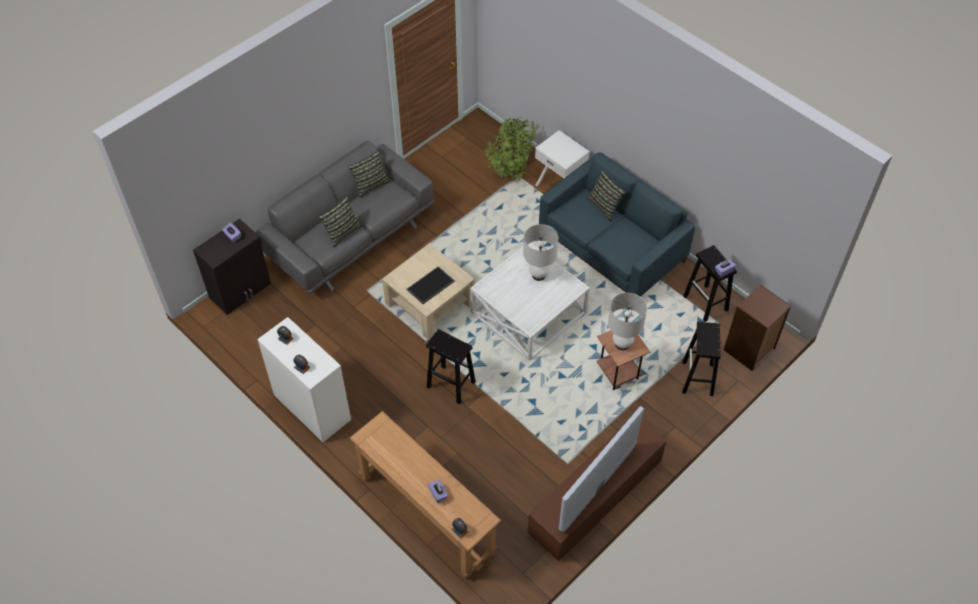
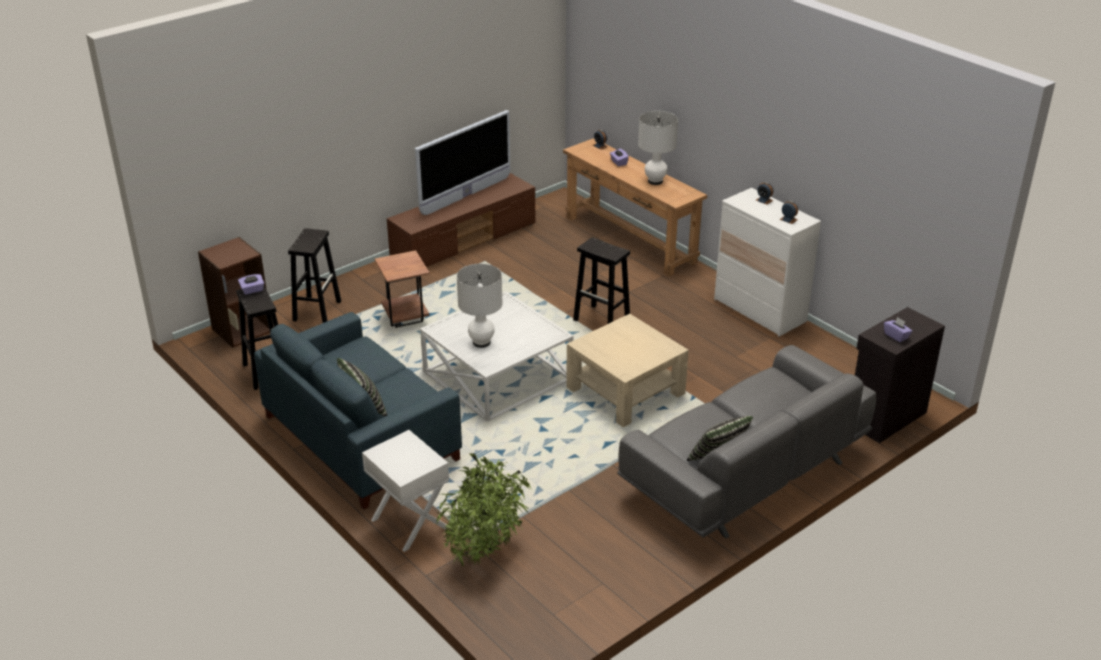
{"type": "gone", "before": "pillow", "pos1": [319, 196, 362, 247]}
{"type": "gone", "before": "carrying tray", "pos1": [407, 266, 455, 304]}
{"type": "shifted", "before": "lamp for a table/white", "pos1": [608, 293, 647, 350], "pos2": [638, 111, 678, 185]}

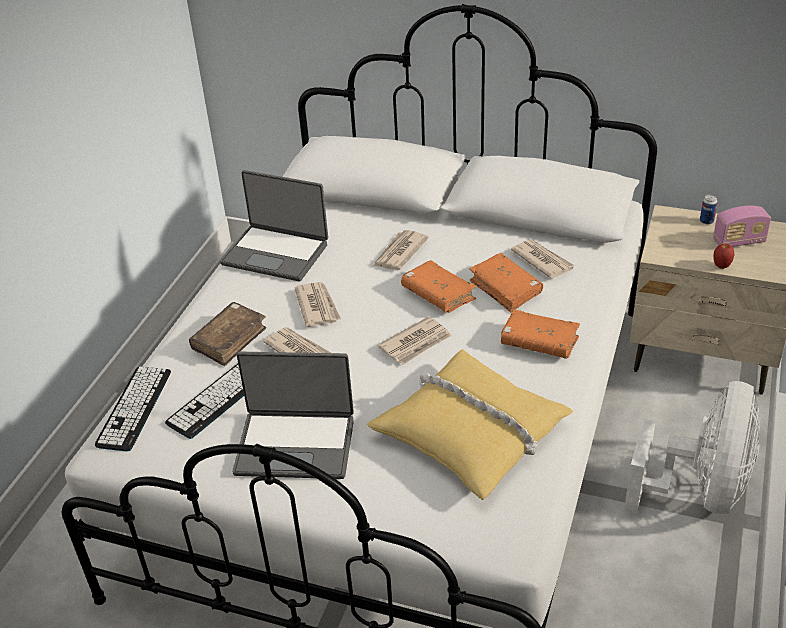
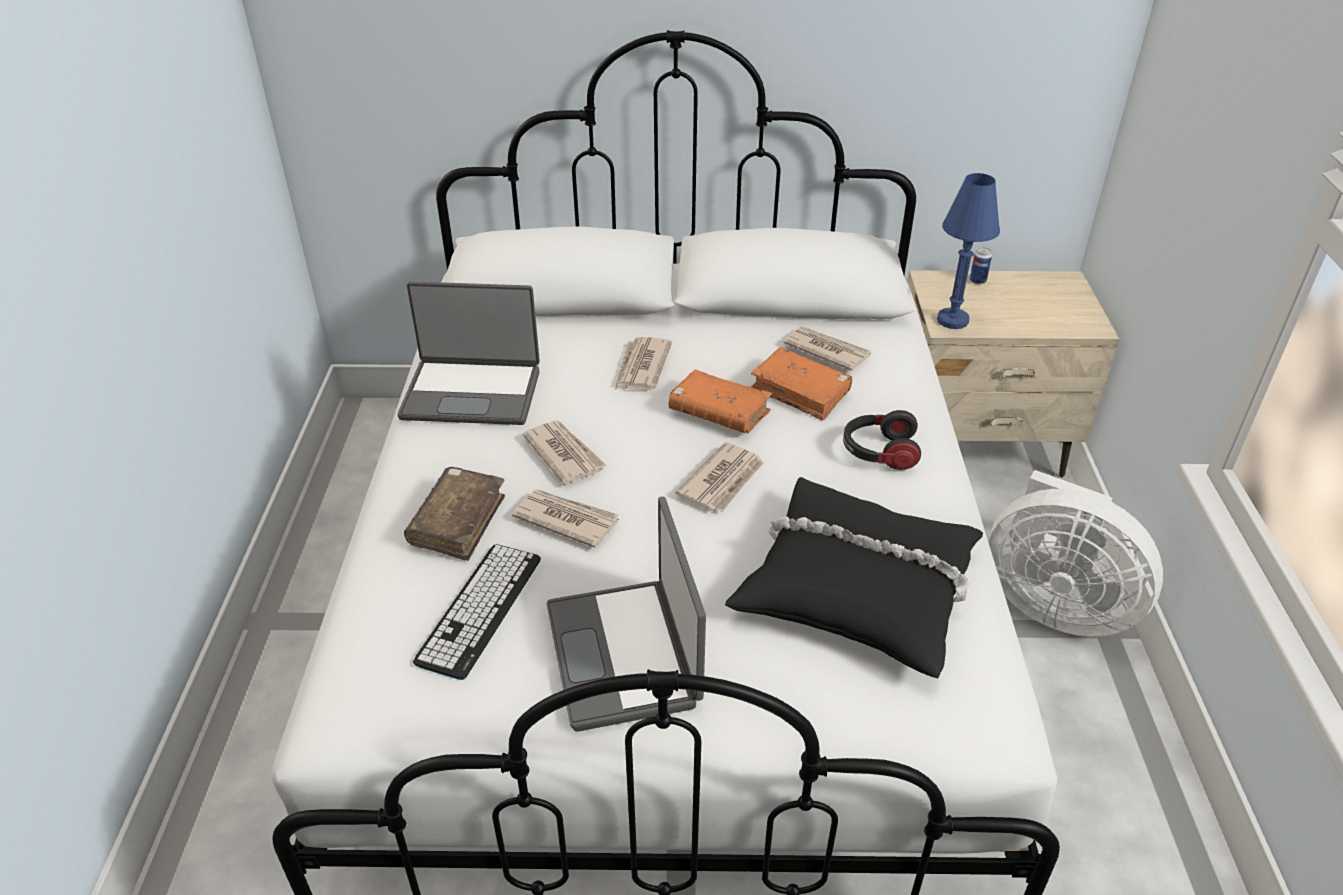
{"type": "gone", "before": "radio receiver", "pos1": [713, 206, 771, 247]}
{"type": "gone", "before": "apple fruit", "pos1": [713, 244, 734, 269]}
{"type": "swapped", "before": "bound book/orangey", "after": "headphones", "pos1": [501, 309, 580, 359], "pos2": [843, 410, 921, 470]}
{"type": "repainted", "before": "pillow/yellow-coloured", "after": "pillow/black-coloured", "pos1": [367, 350, 573, 500], "pos2": [725, 477, 983, 678]}
{"type": "rotated", "before": "portable computer", "pos1": [232, 352, 354, 479], "pos2": [547, 497, 706, 732], "turn": 90}
{"type": "gone", "before": "PC keyboard", "pos1": [95, 367, 171, 452]}
{"type": "rotated", "before": "fan/white", "pos1": [624, 381, 760, 514], "pos2": [988, 470, 1163, 637], "turn": 120}
{"type": "new", "after": "lamp for a table/bluish", "pos2": [937, 173, 1000, 329]}

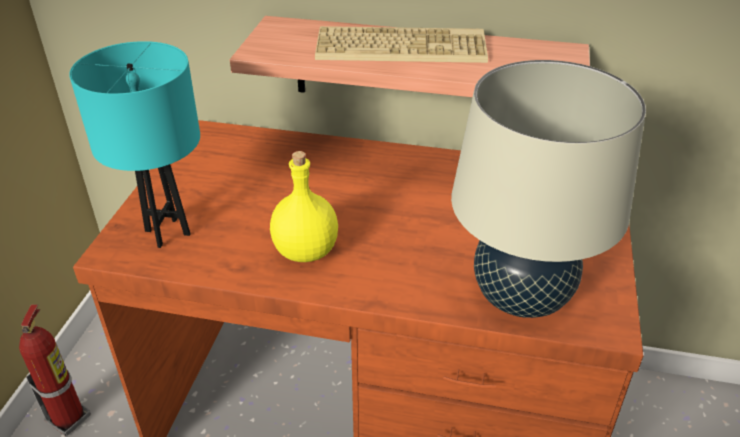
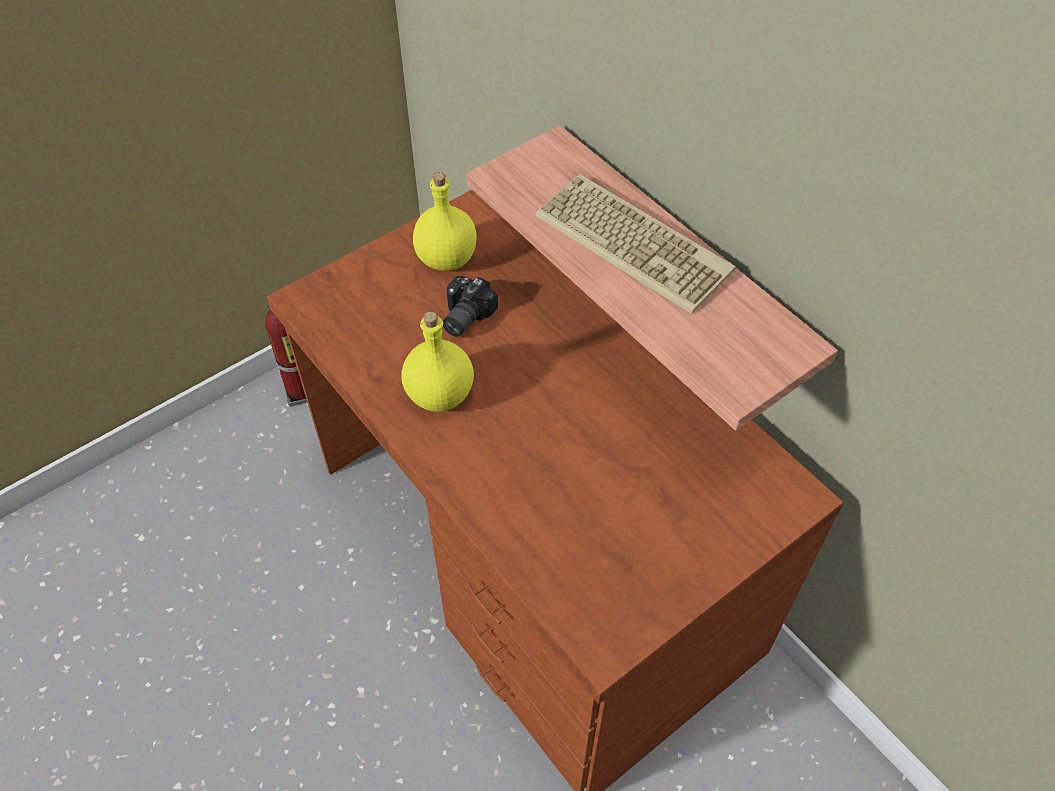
{"type": "gone", "before": "lamp for a table/turquoise", "pos1": [69, 41, 200, 248]}
{"type": "gone", "before": "lamp for a table/beige-coloured", "pos1": [451, 60, 646, 318]}
{"type": "new", "after": "bottle/yellow-coloured", "pos2": [413, 172, 477, 271]}
{"type": "new", "after": "still camera", "pos2": [443, 276, 498, 337]}

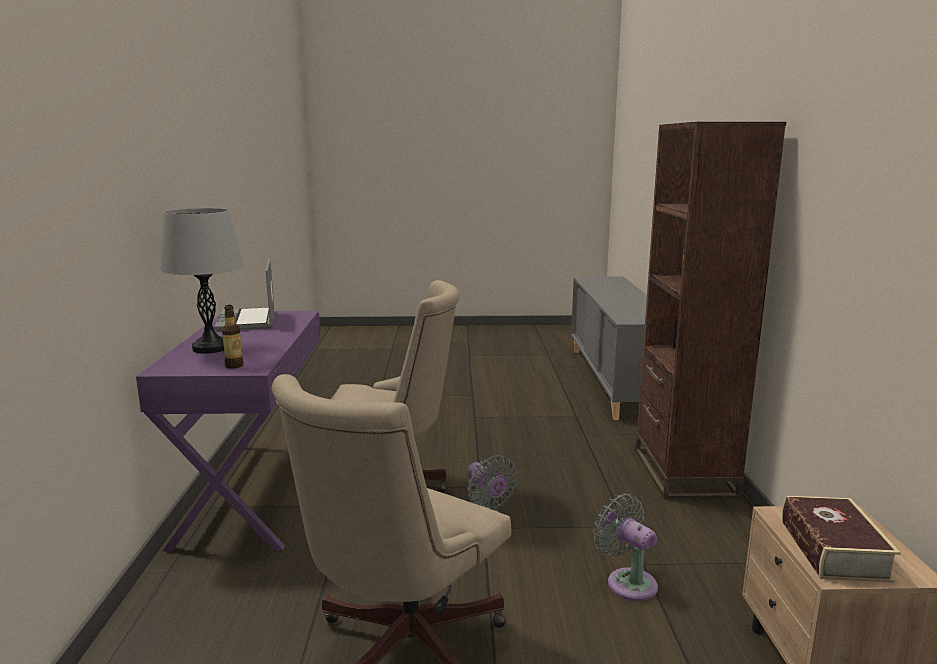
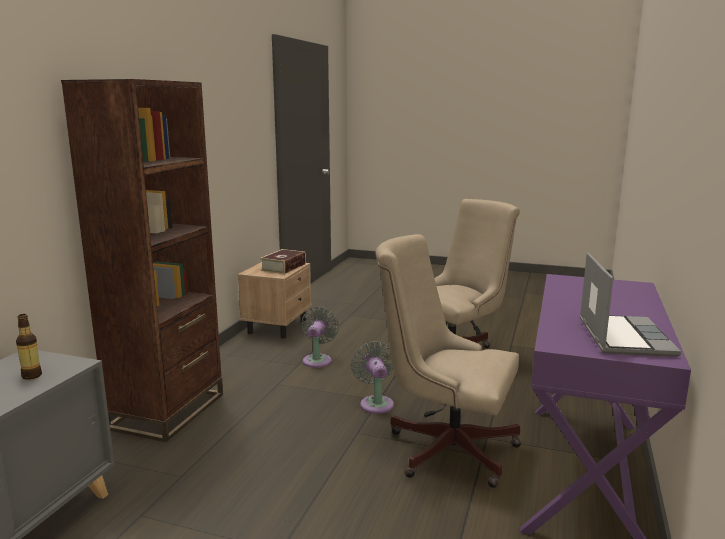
{"type": "gone", "before": "lamp for a table/gray", "pos1": [160, 208, 243, 354]}
{"type": "shifted", "before": "bottle", "pos1": [222, 305, 243, 369], "pos2": [16, 314, 42, 380]}
{"type": "rotated", "before": "fan/gray", "pos1": [593, 493, 658, 601], "pos2": [301, 307, 339, 368], "turn": -150}

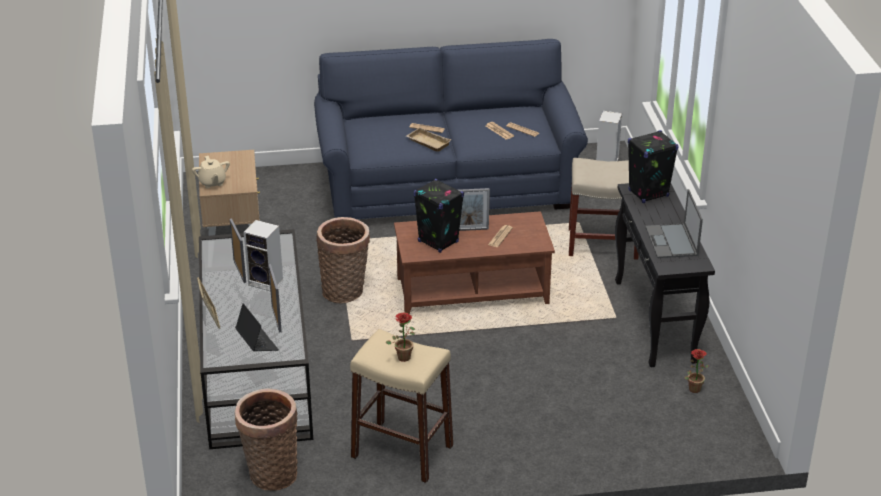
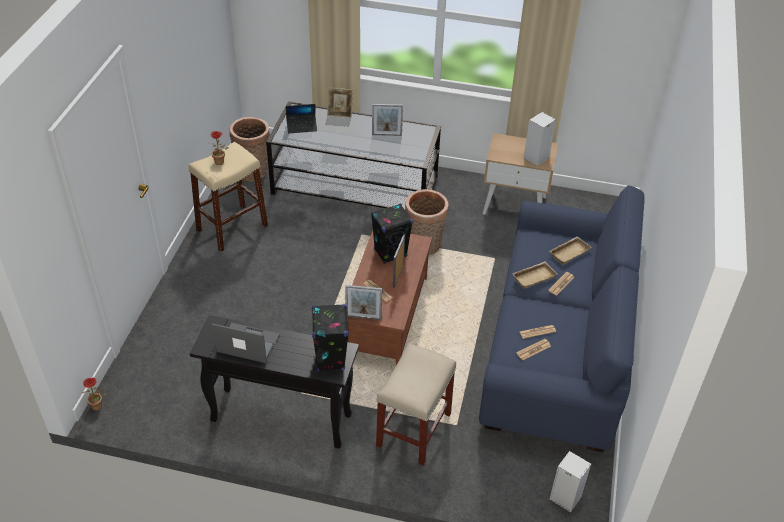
{"type": "gone", "before": "tea pot/beige-coloured", "pos1": [192, 156, 230, 189]}
{"type": "shifted", "before": "loudspeaker", "pos1": [244, 220, 283, 292], "pos2": [524, 112, 556, 166]}
{"type": "shifted", "before": "photo frame", "pos1": [268, 264, 282, 332], "pos2": [345, 285, 382, 320]}
{"type": "shifted", "before": "houseplant", "pos1": [685, 349, 708, 393], "pos2": [82, 377, 107, 411]}
{"type": "new", "after": "carrying tray/beige-coloured", "pos2": [550, 236, 592, 264]}

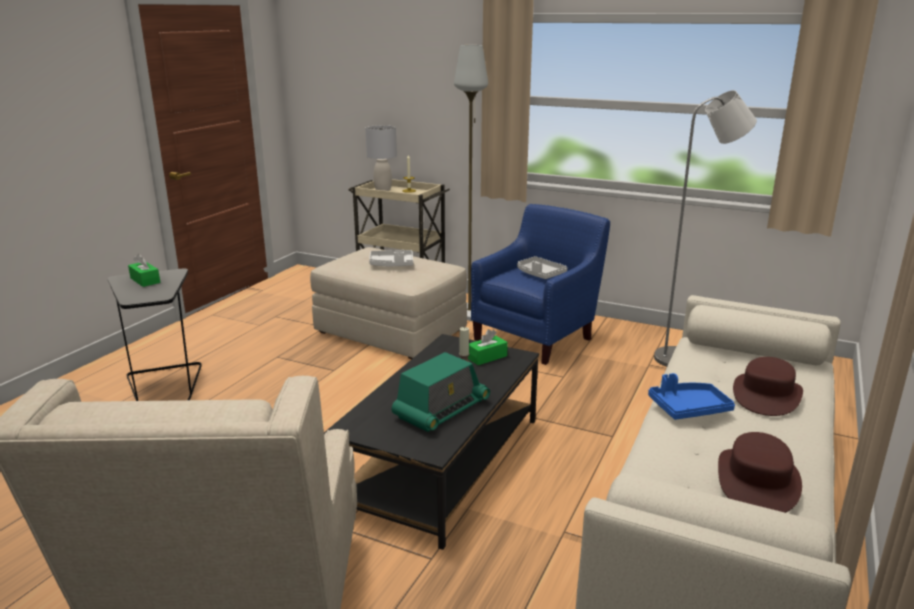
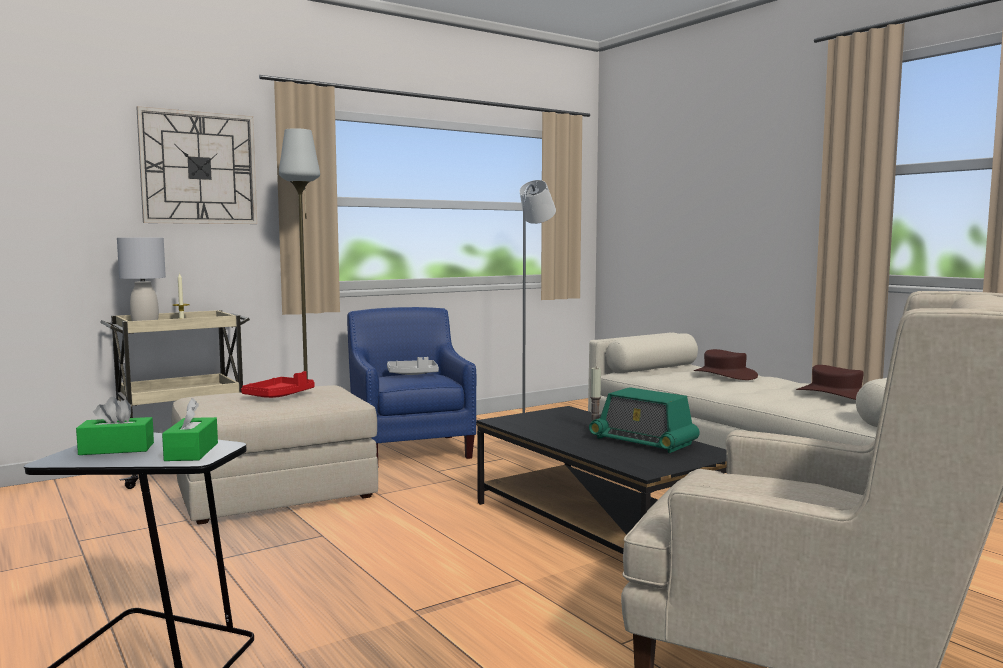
{"type": "repainted", "before": "carrying tray/white", "after": "carrying tray/red-coloured", "pos1": [369, 250, 413, 266], "pos2": [241, 371, 315, 398]}
{"type": "shifted", "before": "tissue holder/green-coloured", "pos1": [468, 329, 508, 365], "pos2": [162, 398, 218, 461]}
{"type": "rotated", "before": "radio receiver", "pos1": [392, 352, 490, 432], "pos2": [589, 387, 700, 453], "turn": 150}
{"type": "gone", "before": "carrying tray/bluish", "pos1": [648, 373, 735, 420]}
{"type": "new", "after": "hanging clock", "pos2": [136, 106, 257, 224]}

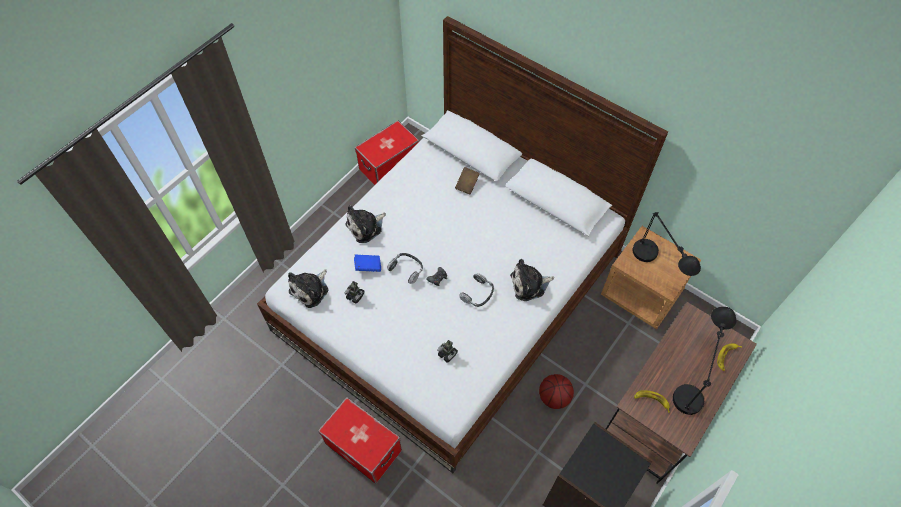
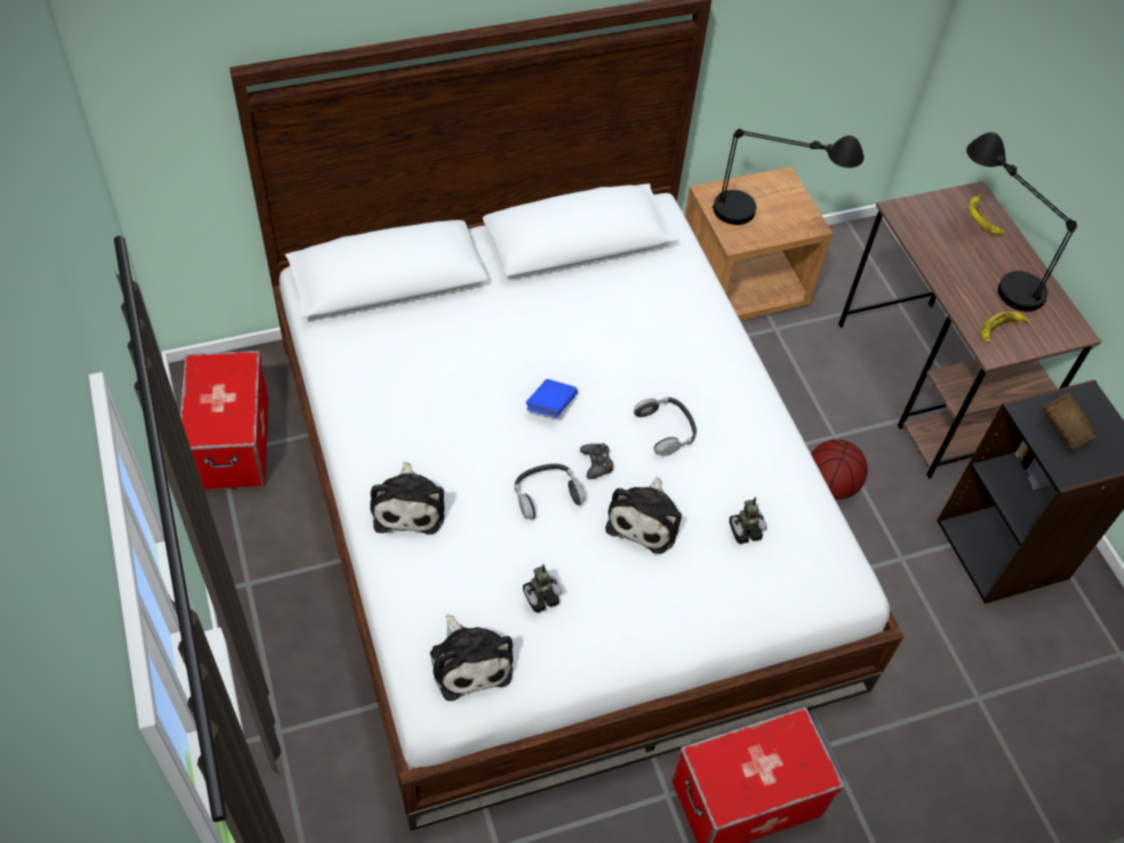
{"type": "shifted", "before": "bound book/brown-coloured", "pos1": [455, 167, 480, 194], "pos2": [1043, 393, 1098, 451]}
{"type": "shifted", "before": "bound book/bluish", "pos1": [354, 254, 381, 272], "pos2": [526, 379, 578, 417]}
{"type": "shifted", "before": "plush toy", "pos1": [510, 259, 554, 301], "pos2": [605, 477, 682, 554]}

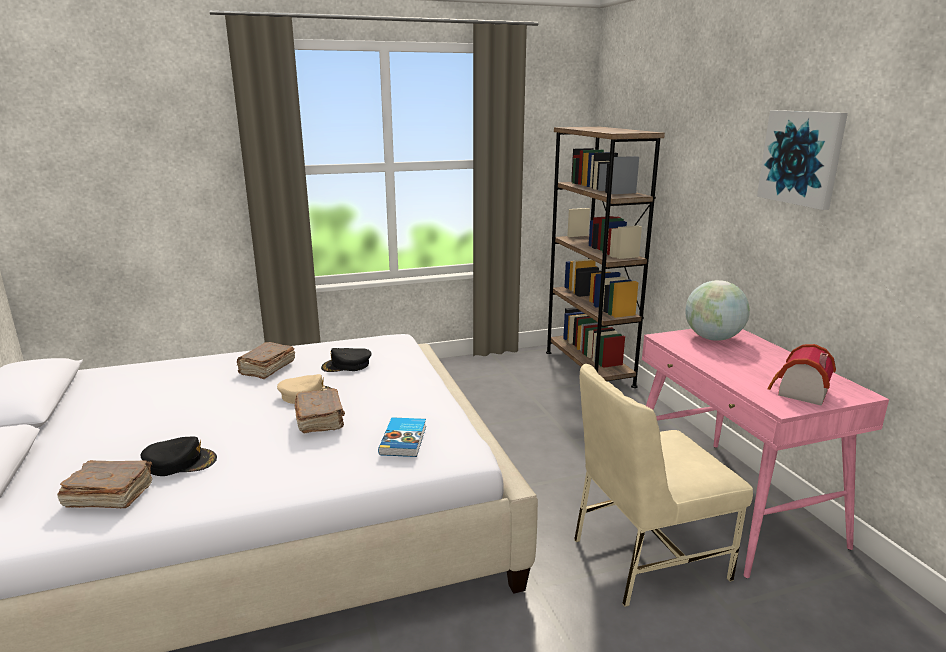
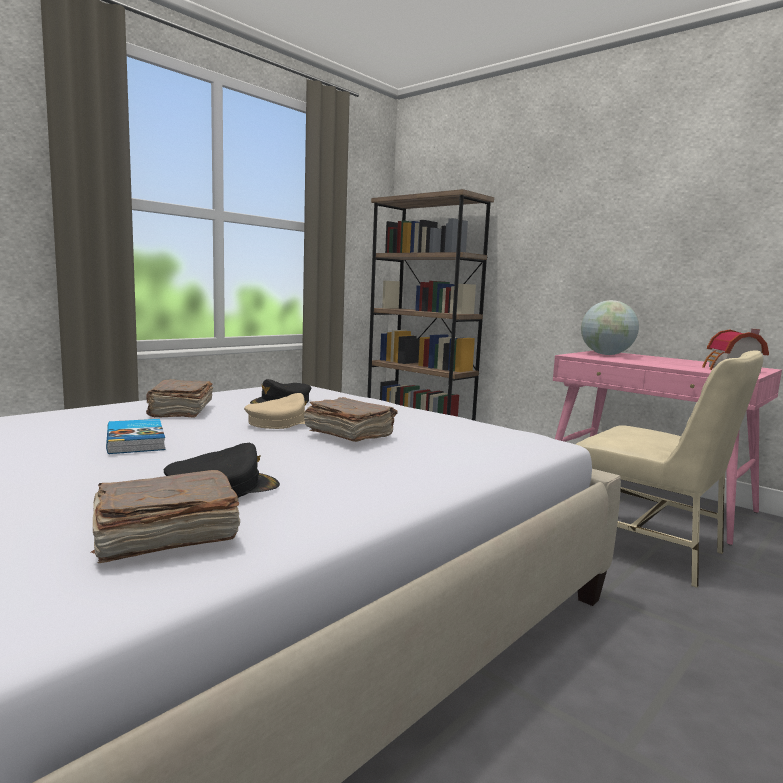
{"type": "gone", "before": "picture", "pos1": [757, 110, 848, 210]}
{"type": "rotated", "before": "upright chair/beige-coloured", "pos1": [574, 364, 753, 607], "pos2": [575, 350, 763, 588], "turn": -90}
{"type": "shifted", "before": "bound book", "pos1": [378, 417, 426, 457], "pos2": [106, 419, 166, 454]}

